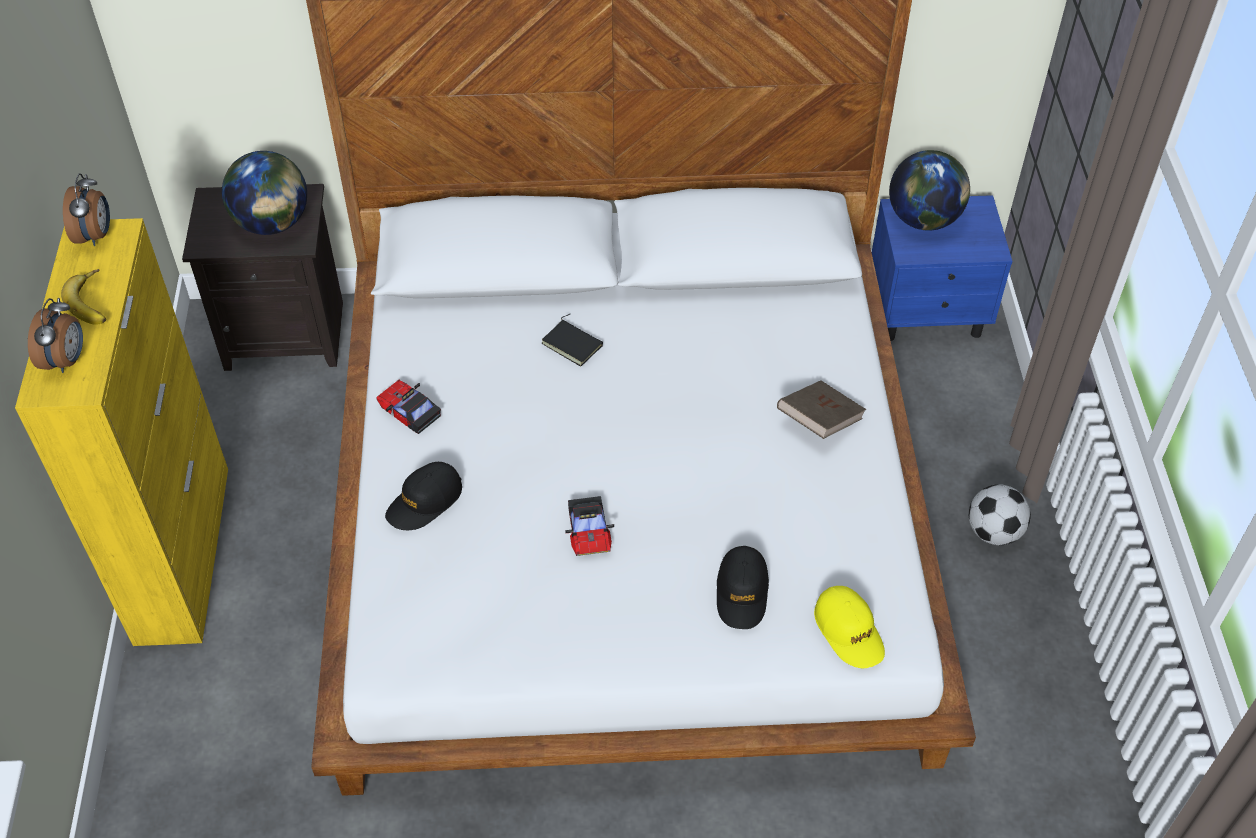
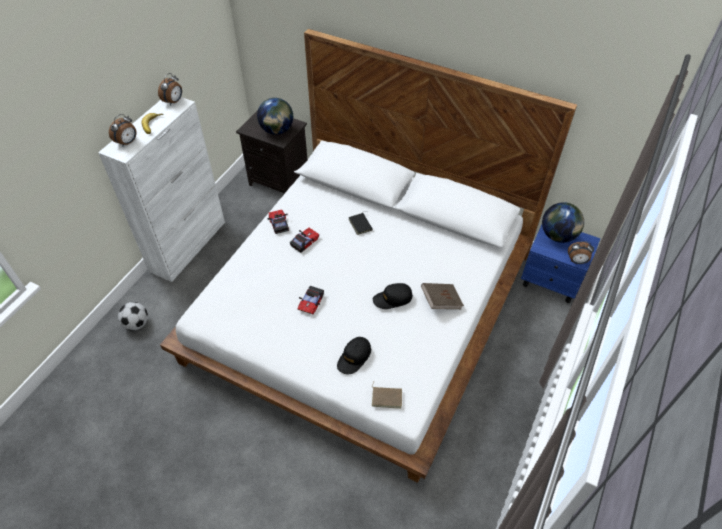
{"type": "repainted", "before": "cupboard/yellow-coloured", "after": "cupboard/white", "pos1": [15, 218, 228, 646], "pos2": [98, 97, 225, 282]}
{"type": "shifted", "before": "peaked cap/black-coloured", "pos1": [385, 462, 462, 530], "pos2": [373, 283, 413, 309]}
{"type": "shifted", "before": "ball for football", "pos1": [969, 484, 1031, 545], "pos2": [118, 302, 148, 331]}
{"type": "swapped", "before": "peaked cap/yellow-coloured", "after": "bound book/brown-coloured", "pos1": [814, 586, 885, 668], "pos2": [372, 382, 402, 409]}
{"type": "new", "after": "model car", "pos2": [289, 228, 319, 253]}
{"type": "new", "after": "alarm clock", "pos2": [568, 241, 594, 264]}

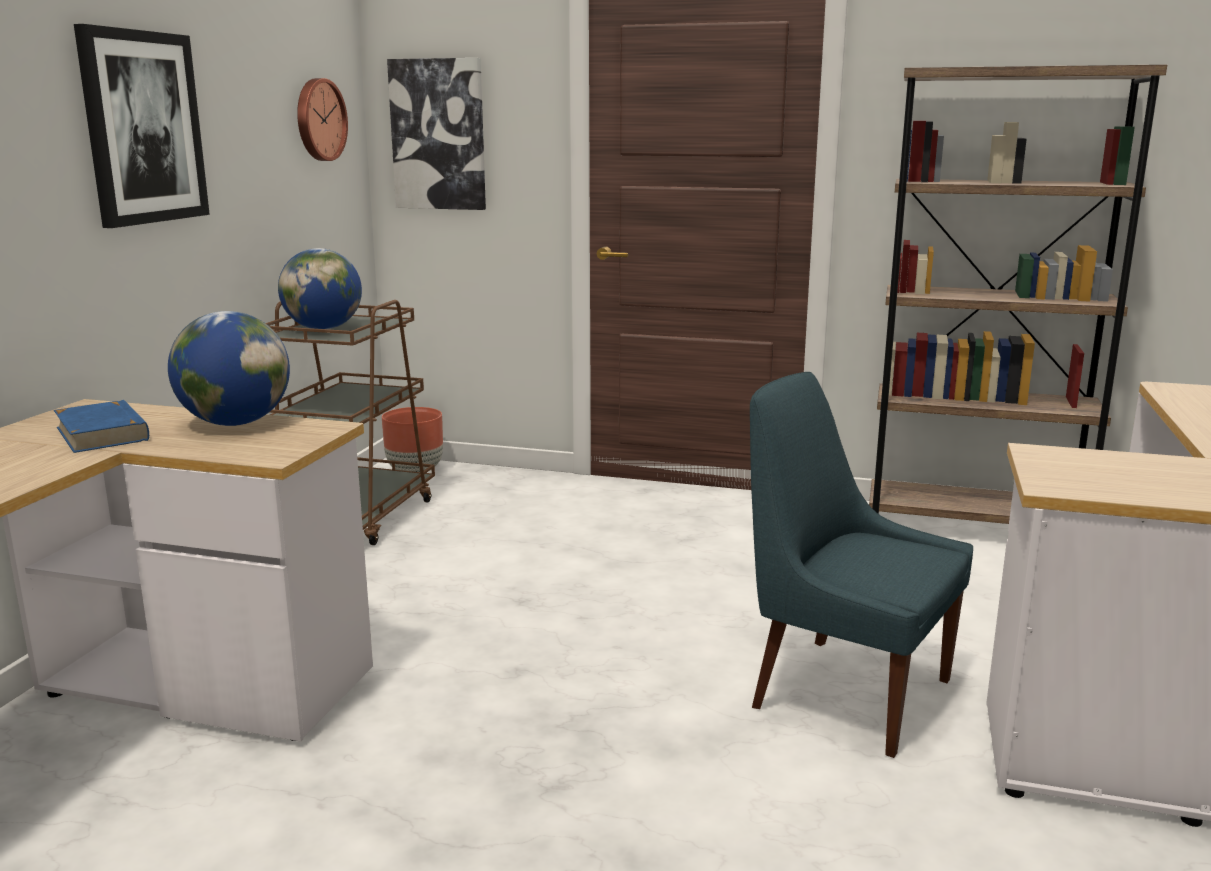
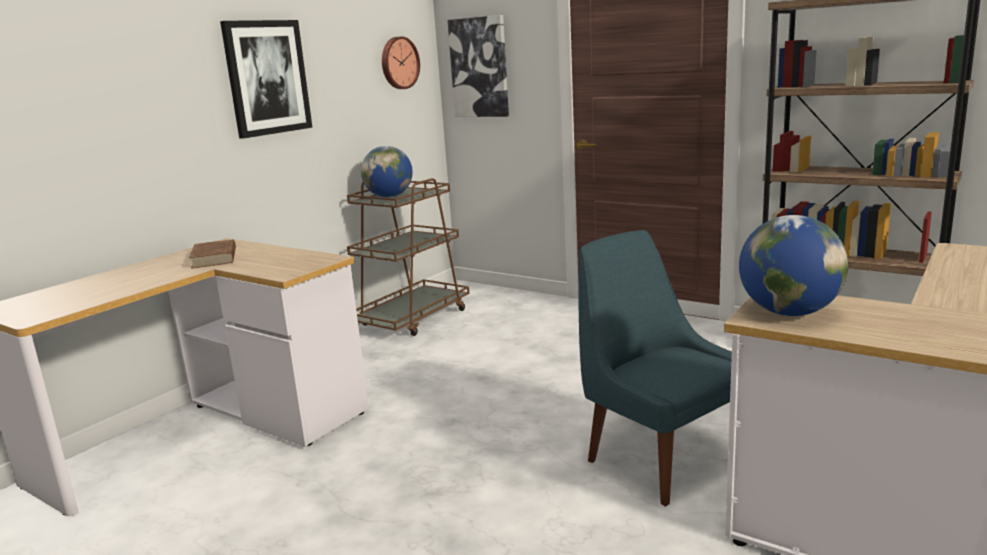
{"type": "shifted", "before": "world globe", "pos1": [168, 311, 290, 426], "pos2": [739, 215, 848, 316]}
{"type": "repainted", "before": "bound book/bluish", "after": "bound book/brown-coloured", "pos1": [54, 400, 149, 453], "pos2": [189, 239, 236, 269]}
{"type": "gone", "before": "flower pot/brown-coloured", "pos1": [382, 407, 443, 472]}

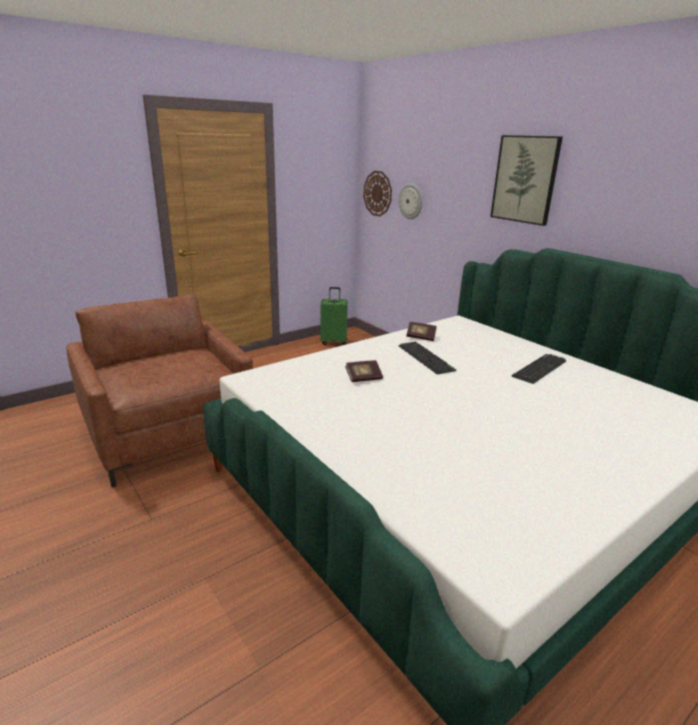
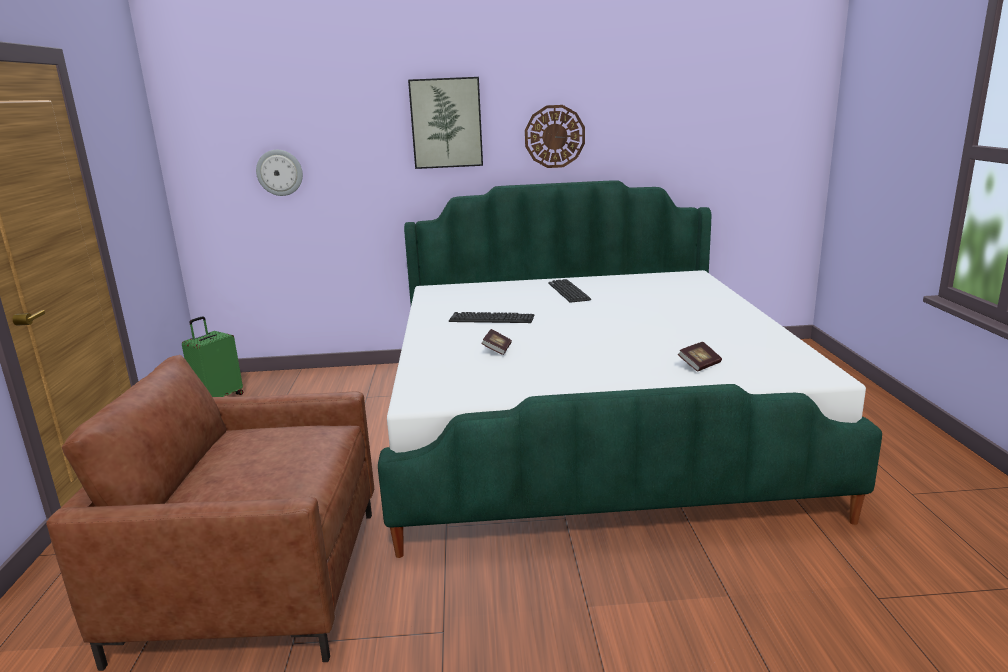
{"type": "shifted", "before": "hanging clock", "pos1": [363, 171, 392, 217], "pos2": [525, 105, 585, 168]}
{"type": "shifted", "before": "bound book", "pos1": [406, 322, 437, 341], "pos2": [678, 342, 722, 372]}

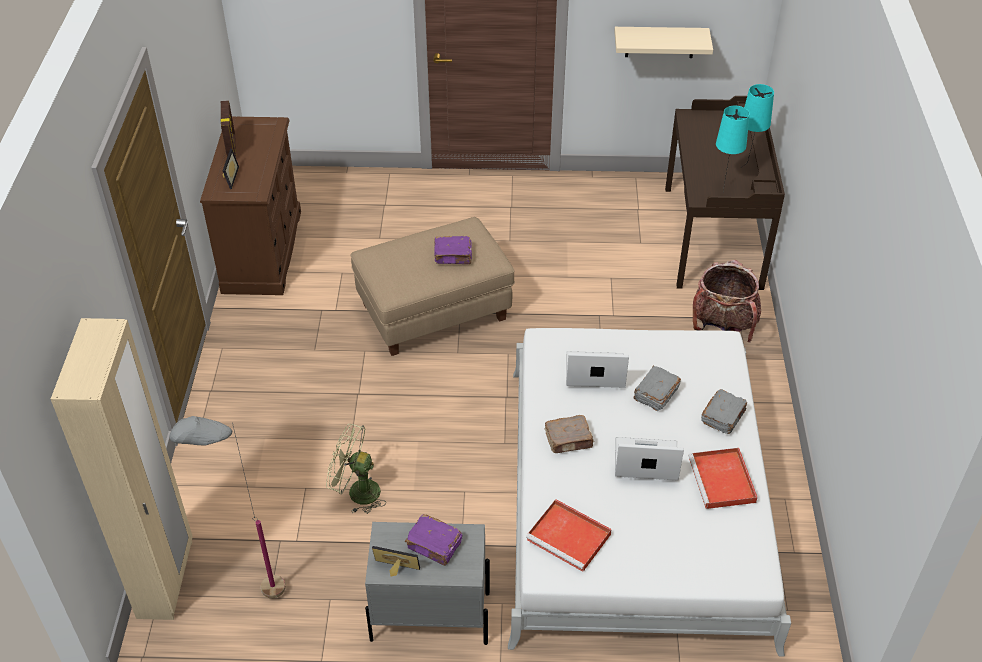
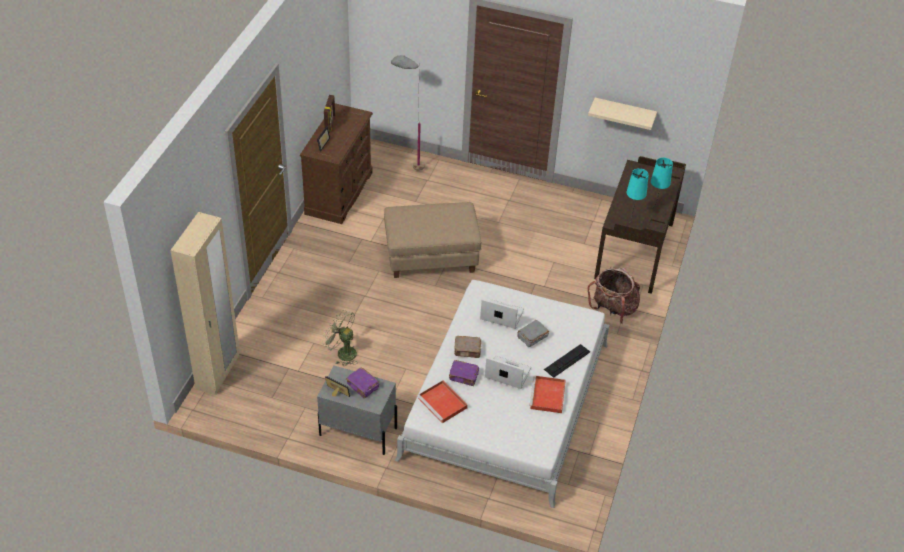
{"type": "shifted", "before": "bound book/purplish", "pos1": [434, 236, 472, 264], "pos2": [449, 360, 479, 386]}
{"type": "swapped", "before": "bound book/gray", "after": "PC keyboard", "pos1": [701, 389, 747, 434], "pos2": [544, 344, 590, 378]}
{"type": "shifted", "before": "standing lamp/gray", "pos1": [169, 416, 286, 598], "pos2": [391, 55, 425, 171]}

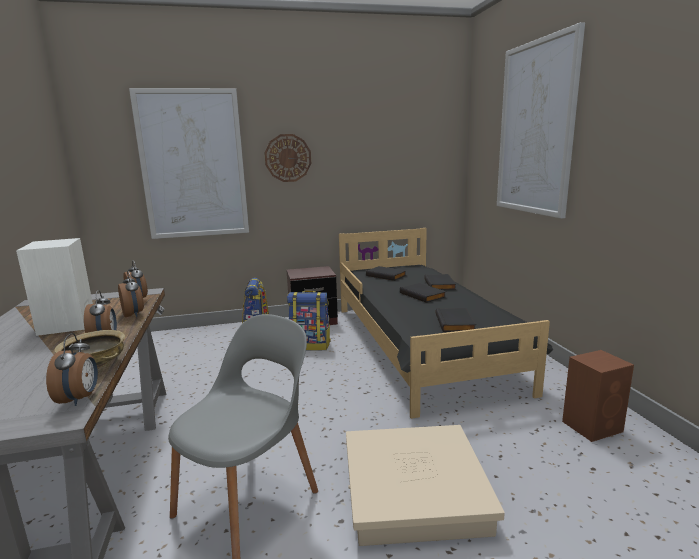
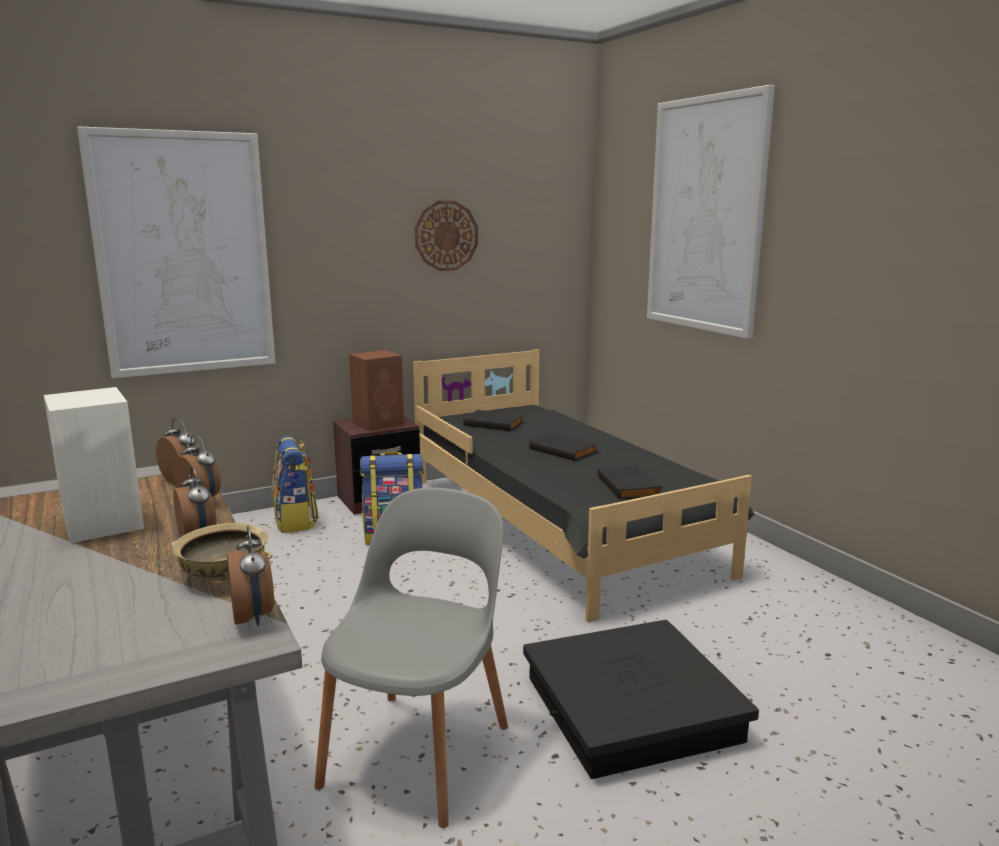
{"type": "shifted", "before": "hanging clock", "pos1": [264, 134, 311, 182], "pos2": [415, 201, 478, 271]}
{"type": "gone", "before": "bound book/black-coloured", "pos1": [424, 274, 456, 290]}
{"type": "shifted", "before": "loudspeaker/brown-coloured", "pos1": [562, 350, 634, 442], "pos2": [349, 350, 404, 431]}
{"type": "repainted", "before": "storage box/beige-coloured", "after": "storage box/black-coloured", "pos1": [346, 425, 505, 546], "pos2": [523, 620, 759, 779]}

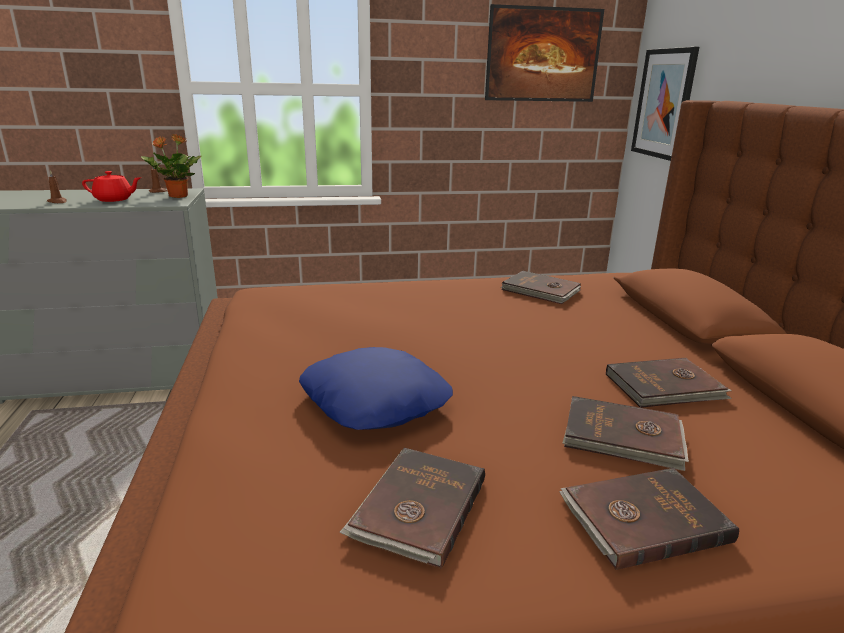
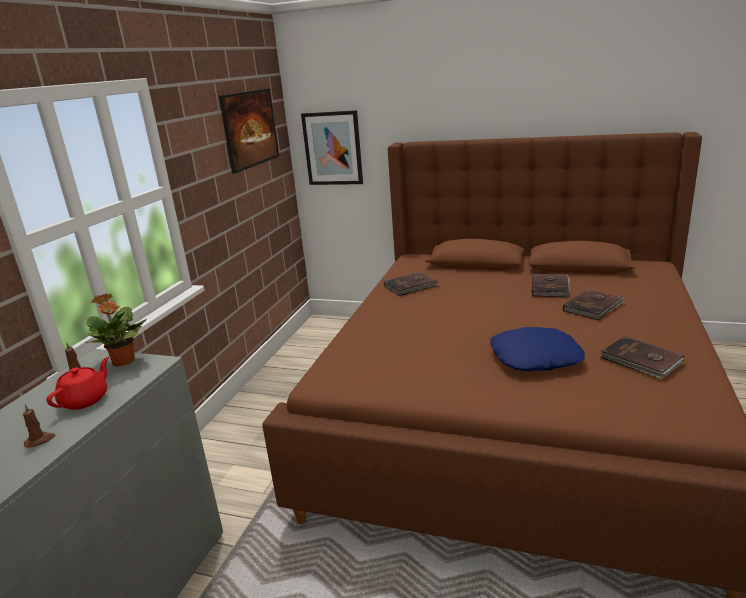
{"type": "gone", "before": "bound book/brown-coloured", "pos1": [559, 468, 739, 570]}

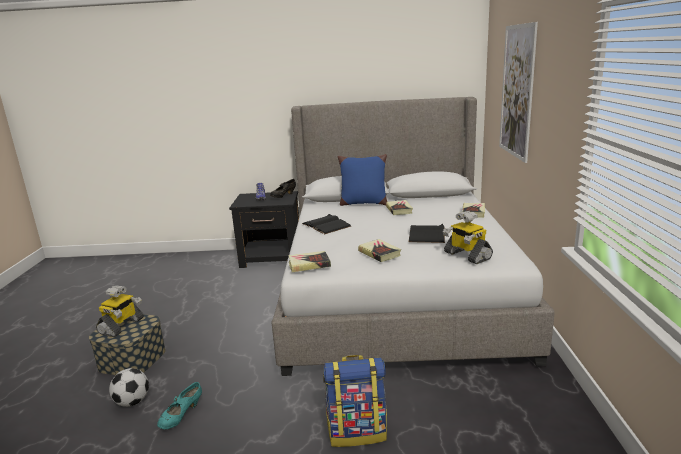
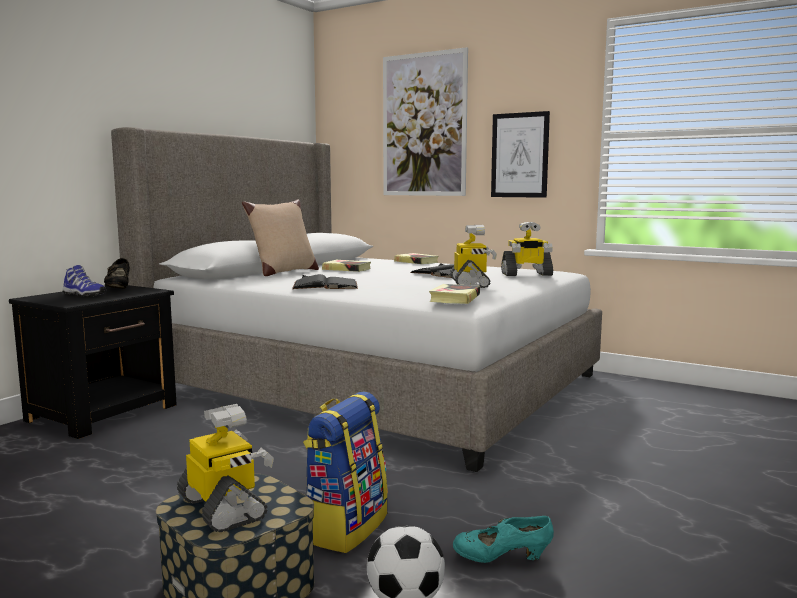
{"type": "repainted", "before": "pillow/bluish", "after": "pillow/beige-coloured", "pos1": [338, 154, 387, 206], "pos2": [242, 200, 319, 276]}
{"type": "swapped", "before": "bound book", "after": "robot figure", "pos1": [358, 239, 401, 262], "pos2": [450, 225, 497, 288]}
{"type": "shifted", "before": "knapsack", "pos1": [323, 355, 387, 447], "pos2": [303, 391, 388, 553]}
{"type": "rotated", "before": "low shoe/turquoise", "pos1": [157, 382, 202, 429], "pos2": [453, 516, 554, 563], "turn": 120}
{"type": "new", "after": "picture", "pos2": [491, 111, 550, 198]}

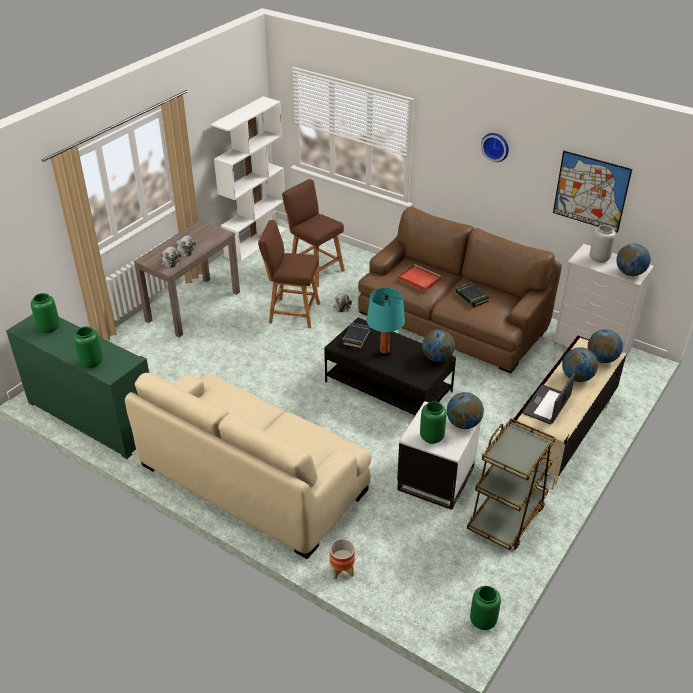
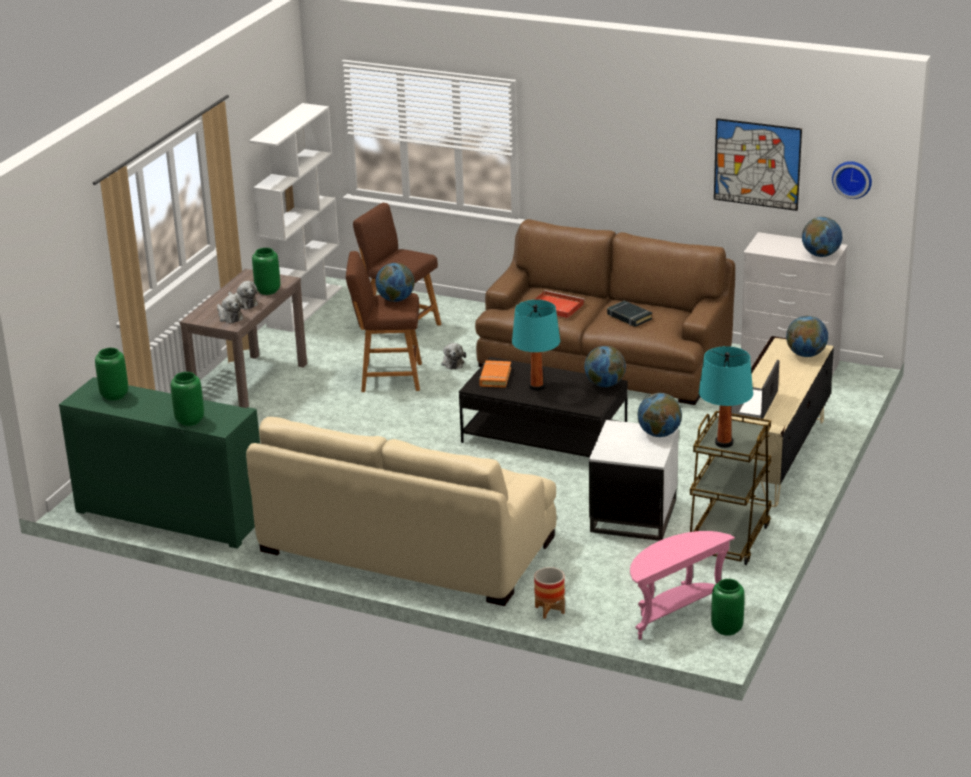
{"type": "shifted", "before": "hanging clock", "pos1": [481, 133, 509, 162], "pos2": [832, 161, 872, 199]}
{"type": "gone", "before": "vase/gray", "pos1": [590, 225, 616, 263]}
{"type": "repainted", "before": "bound book/black-coloured", "after": "bound book/orangey", "pos1": [341, 323, 371, 349], "pos2": [479, 360, 511, 388]}
{"type": "shifted", "before": "world globe", "pos1": [562, 347, 598, 382], "pos2": [376, 263, 415, 302]}
{"type": "shifted", "before": "vase/green-coloured", "pos1": [420, 401, 447, 444], "pos2": [252, 248, 280, 295]}
{"type": "new", "after": "lamp for a table/turquoise", "pos2": [699, 346, 753, 448]}
{"type": "new", "after": "side table/pink", "pos2": [630, 531, 735, 640]}

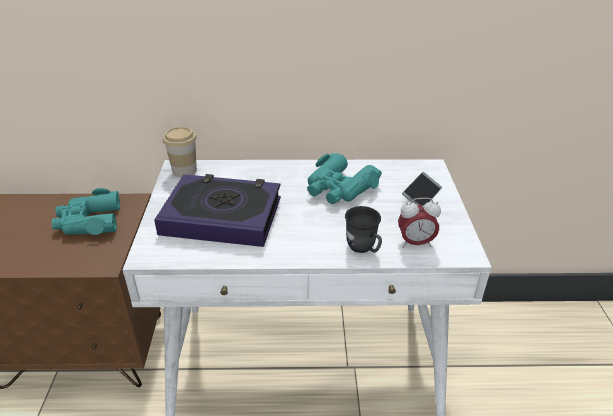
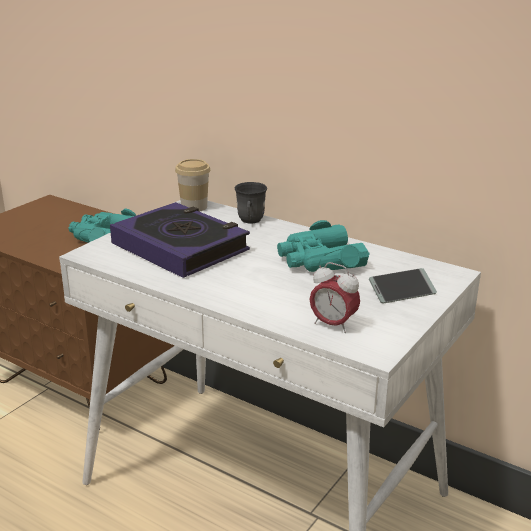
{"type": "shifted", "before": "tea mug/gray", "pos1": [345, 206, 382, 253], "pos2": [235, 182, 267, 223]}

